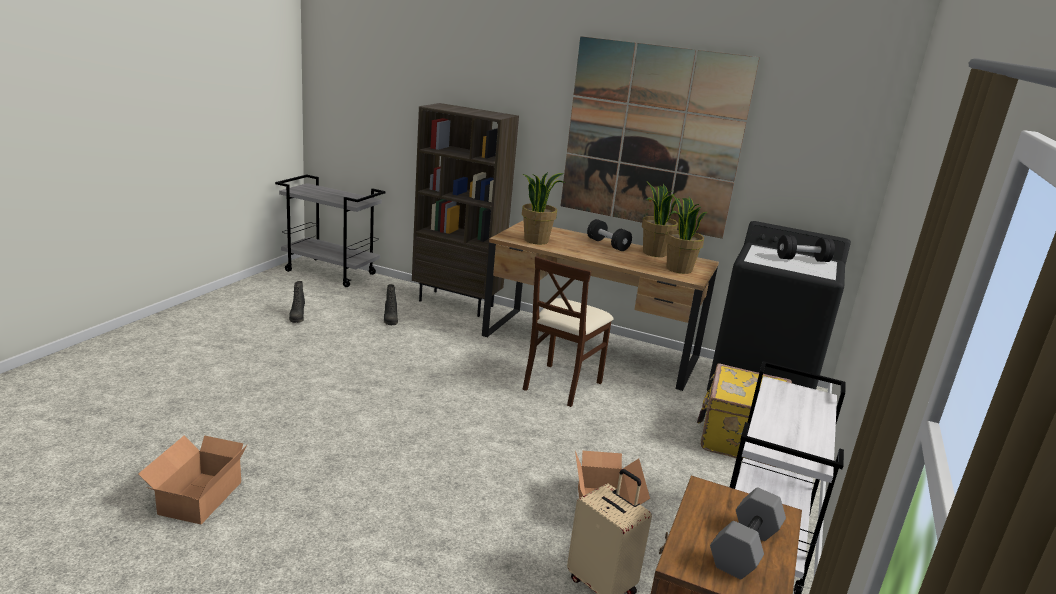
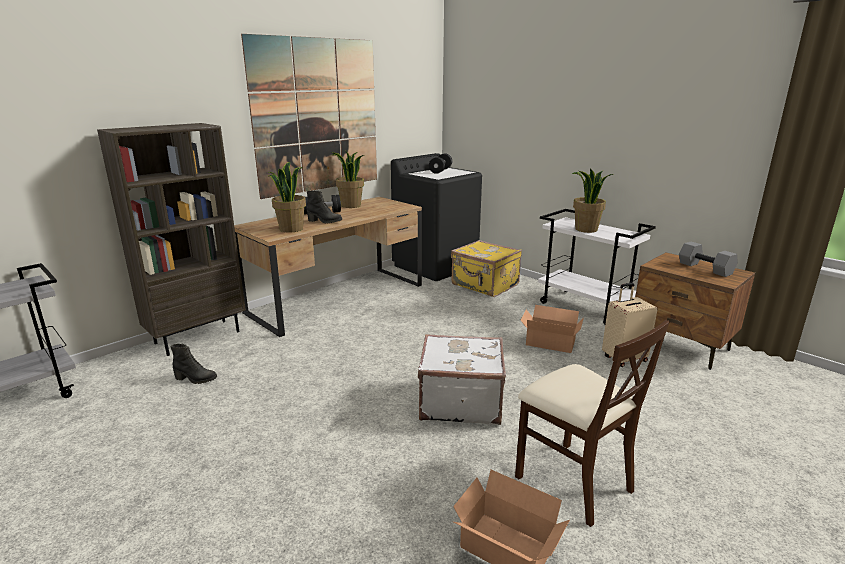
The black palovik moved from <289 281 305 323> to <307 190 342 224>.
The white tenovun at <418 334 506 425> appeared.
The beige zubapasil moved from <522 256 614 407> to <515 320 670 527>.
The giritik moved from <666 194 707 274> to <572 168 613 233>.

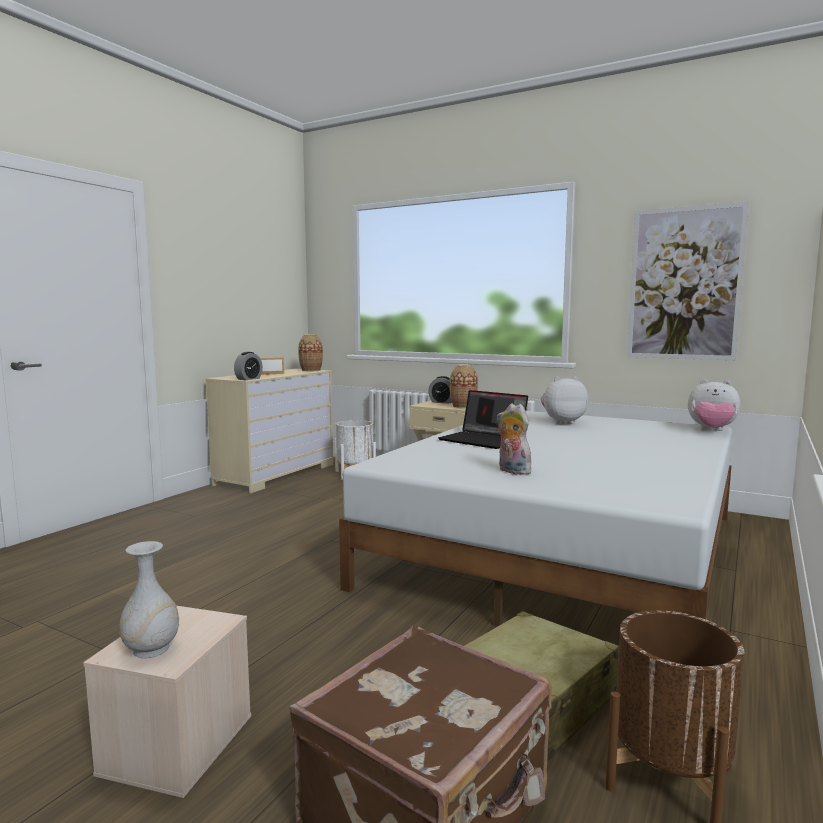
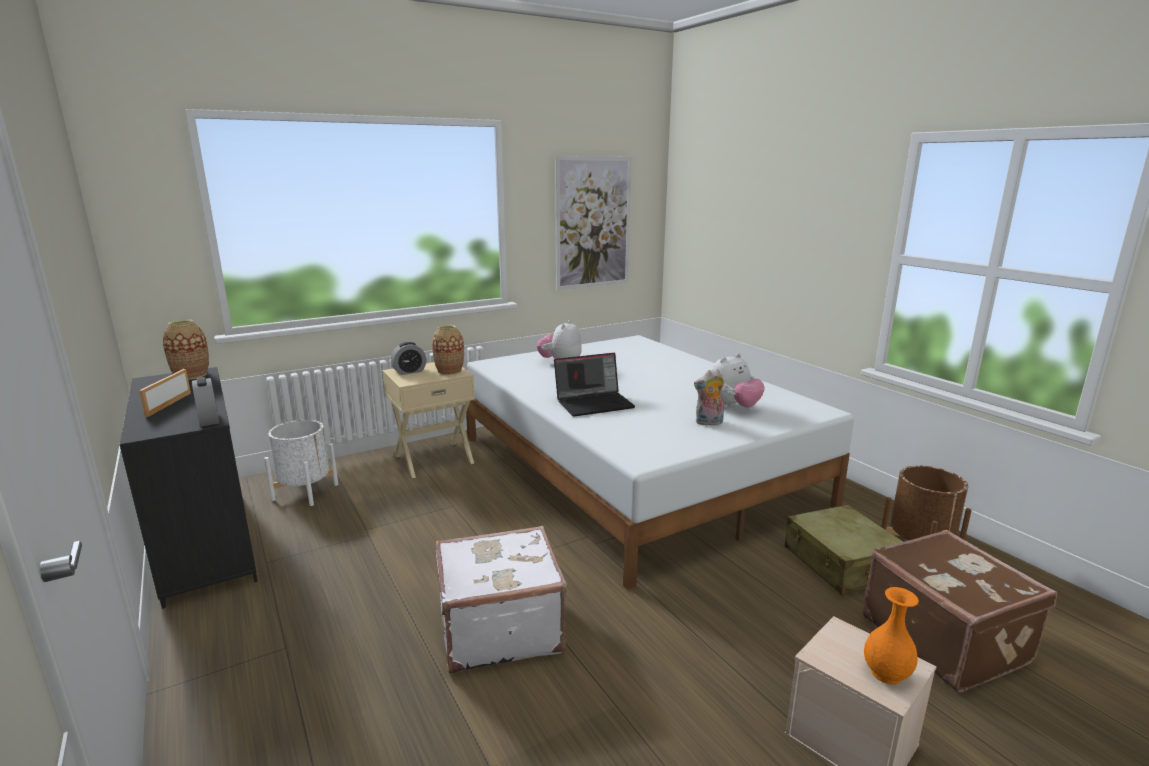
The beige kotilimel at <206 369 333 493> became the black kotilimel at <120 367 258 609>.
The white tenovun at <435 526 567 674> appeared.
The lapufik moved from <688 379 740 431> to <711 353 765 408>.
The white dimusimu at <119 541 179 658> became the orange dimusimu at <864 587 919 685>.

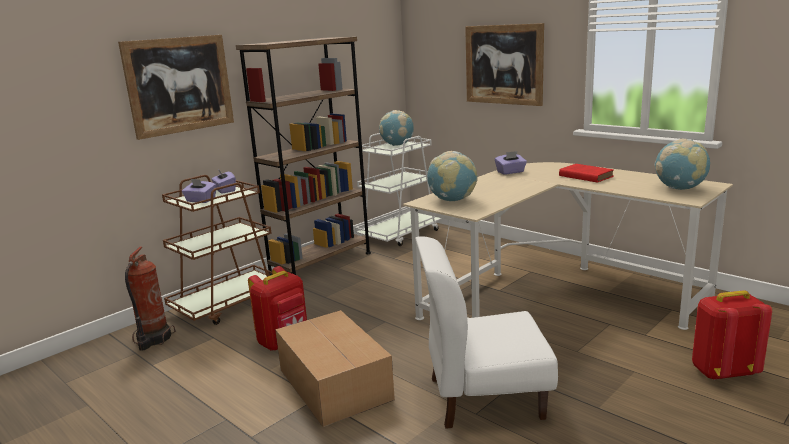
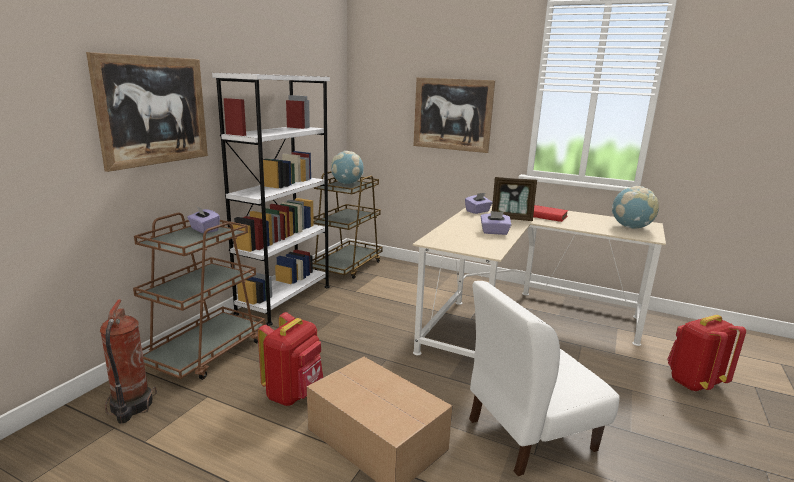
The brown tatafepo at <236 37 371 275> became the white tatafepo at <212 73 330 326>.
The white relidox at <355 133 443 246> became the brown relidox at <312 171 383 279>.
The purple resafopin moved from <182 179 216 203> to <481 211 511 235>.
The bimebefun at <492 177 537 221> appeared.
The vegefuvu at <427 151 478 201> disappeared.

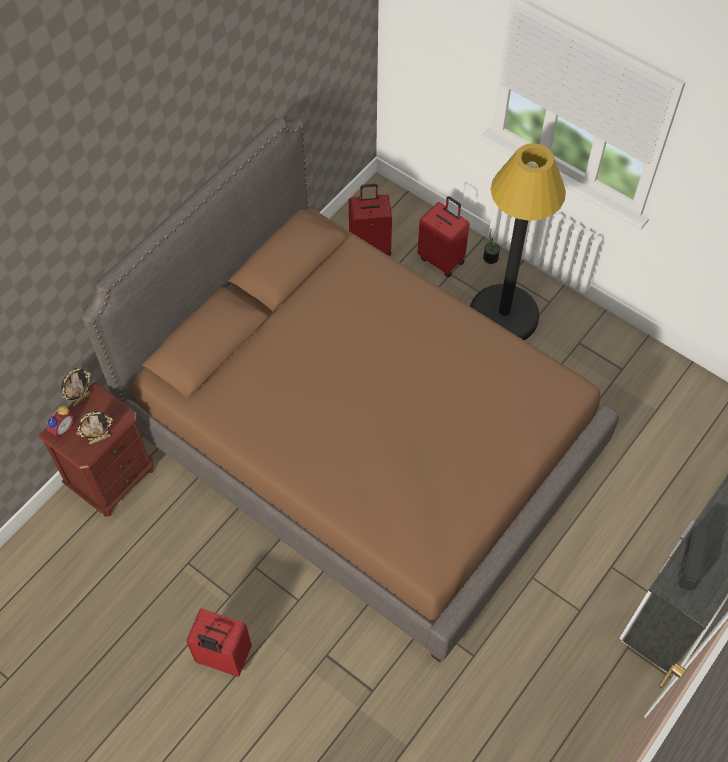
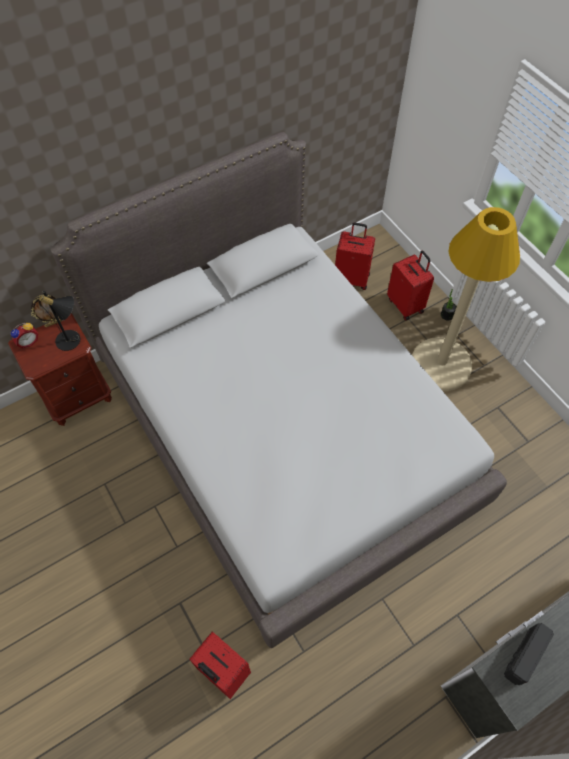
The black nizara at <36 291 81 351> appeared.
The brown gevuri at <82 118 619 662> became the grey gevuri at <51 132 507 648>.
The red tenovun moved from <186 609 252 677> to <189 632 251 699>.
The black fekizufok at <470 143 566 340> became the beige fekizufok at <412 207 520 391>.
The bimebefun at <76 411 113 444> disappeared.

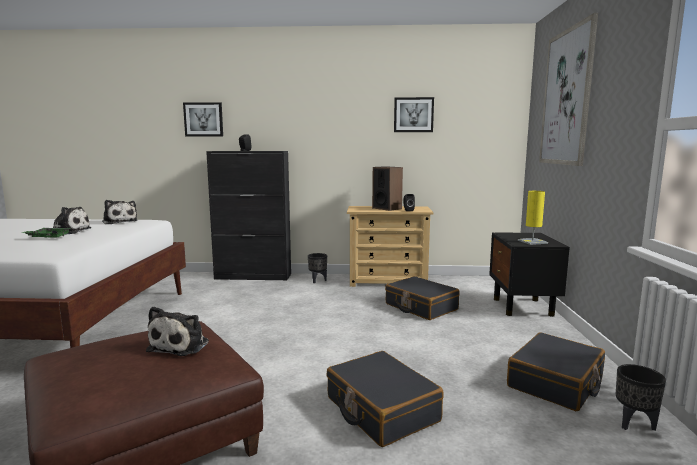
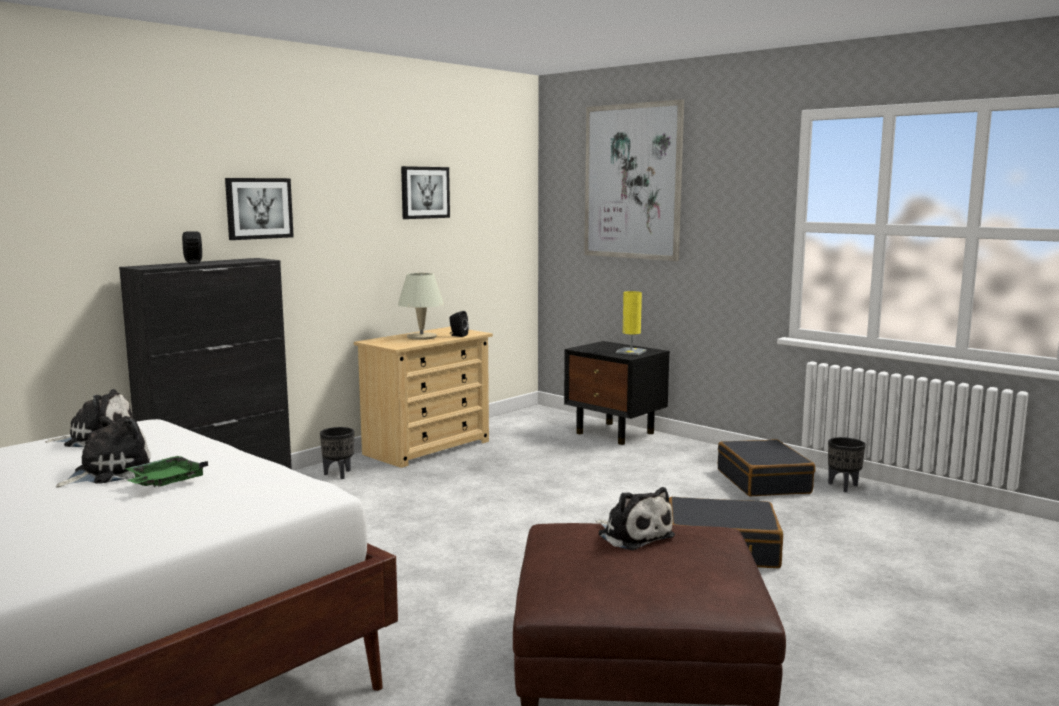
The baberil moved from <183 102 223 137> to <225 178 294 240>.
The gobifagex at <372 166 403 211> was replaced by the beige nizara at <398 273 444 340>.
The black tenovun at <385 276 460 320> disappeared.

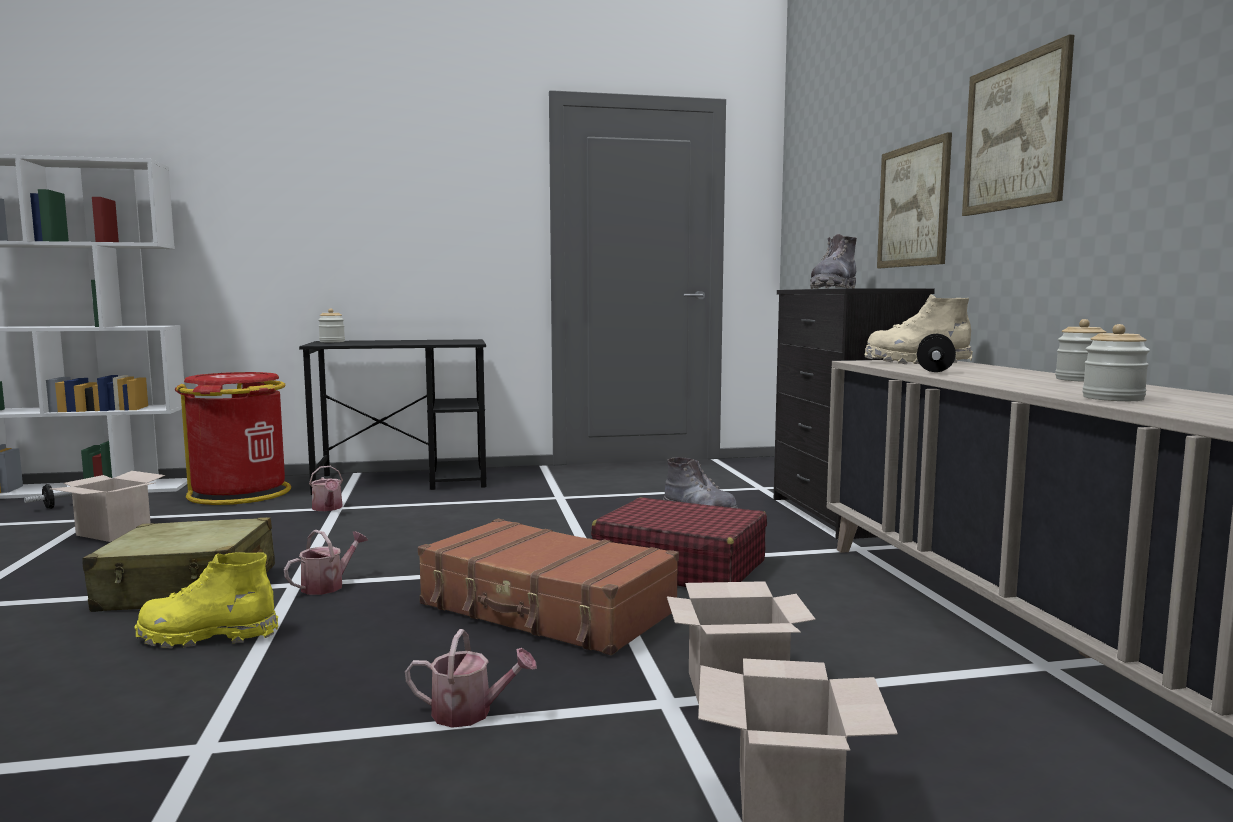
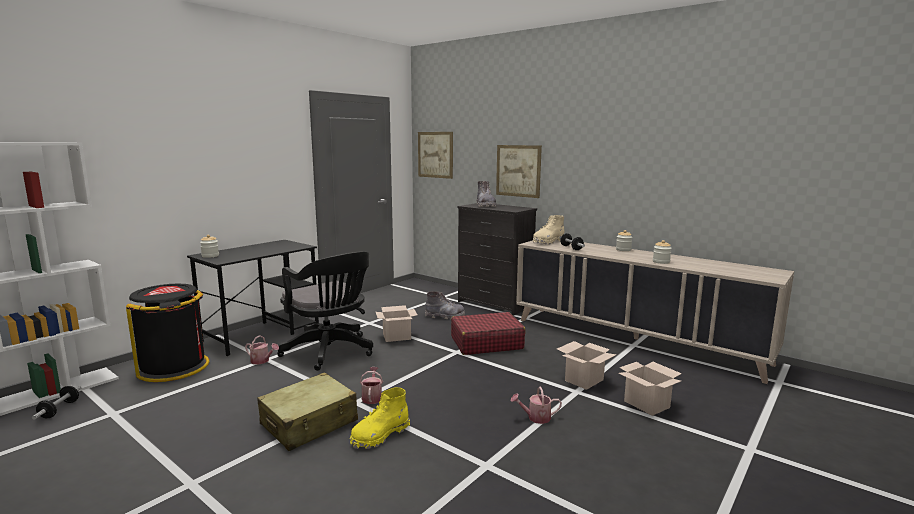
The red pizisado at <175 372 291 505> became the black pizisado at <126 284 209 382>.
The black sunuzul at <277 252 373 371> appeared.
The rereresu moved from <51 471 166 542> to <376 305 417 342>.
The baberil moved from <962 34 1074 216> to <418 132 453 179>.
The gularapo at <405 629 537 728> turned 150 degrees counterclockwise.
The brown tenovun at <418 519 679 655> disappeared.

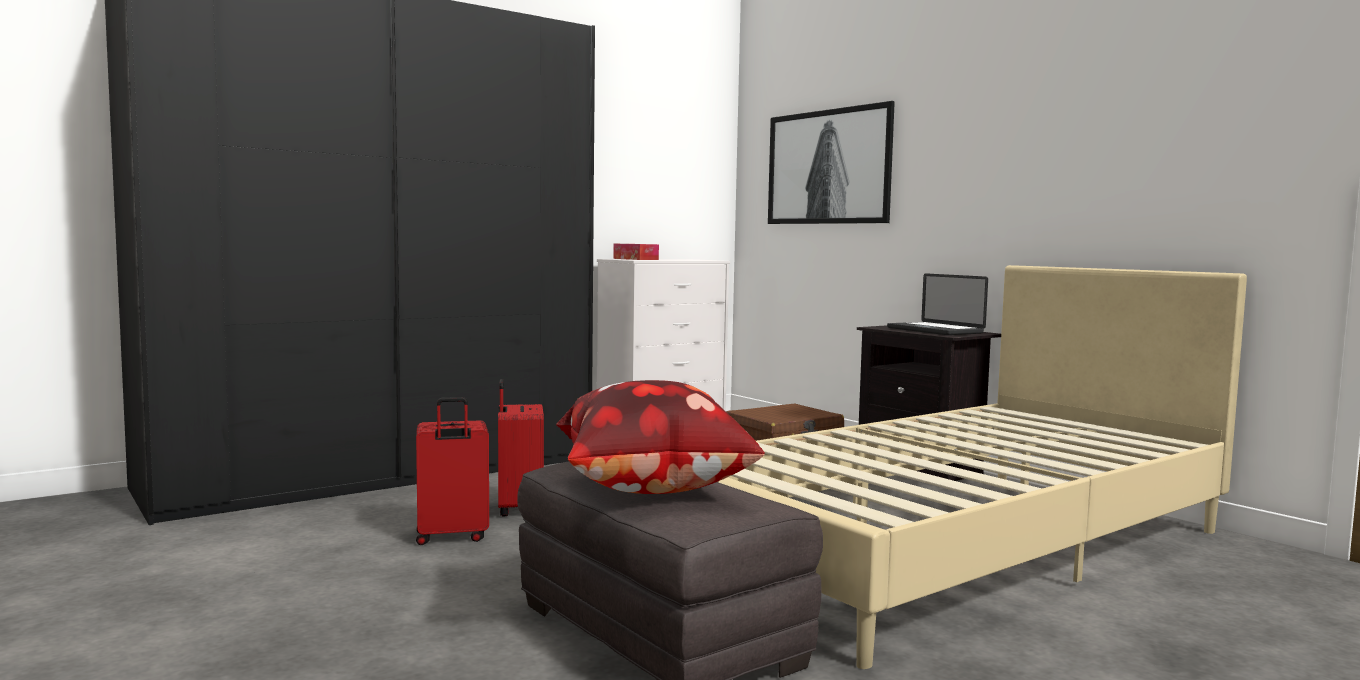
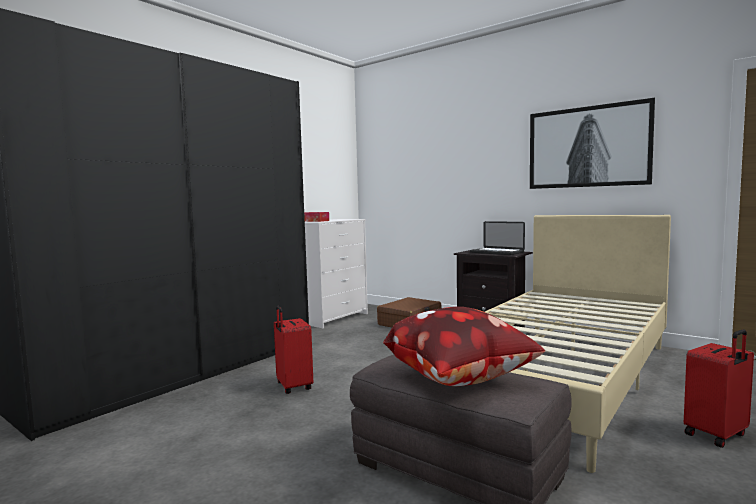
The baberil moved from <768 101 895 224> to <530 98 655 189>.
The red tenovun moved from <416 397 489 545> to <684 329 754 448>.

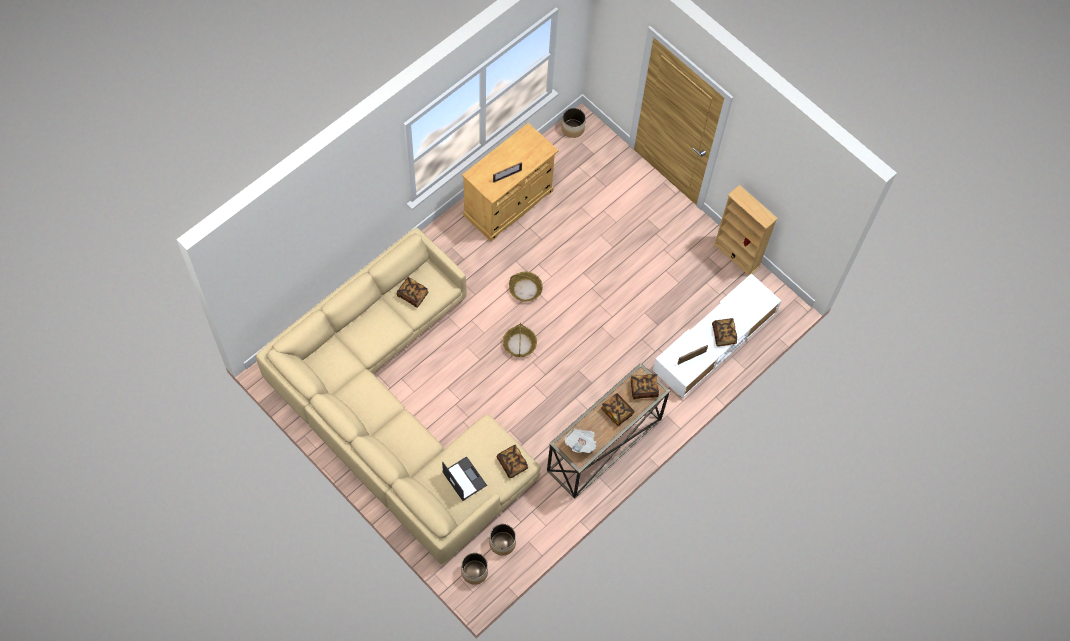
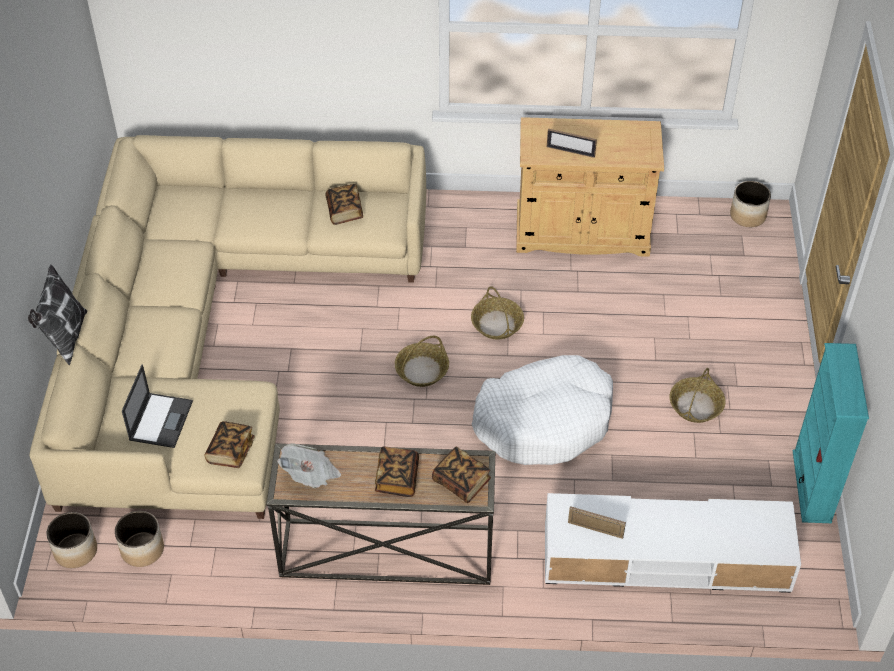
The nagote at <28 264 88 365> appeared.
The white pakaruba at <472 355 613 465> appeared.
The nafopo at <669 368 726 423> appeared.
The beige tatafepo at <713 185 778 276> became the turquoise tatafepo at <793 343 869 523>.
The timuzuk at <712 318 737 346> disappeared.

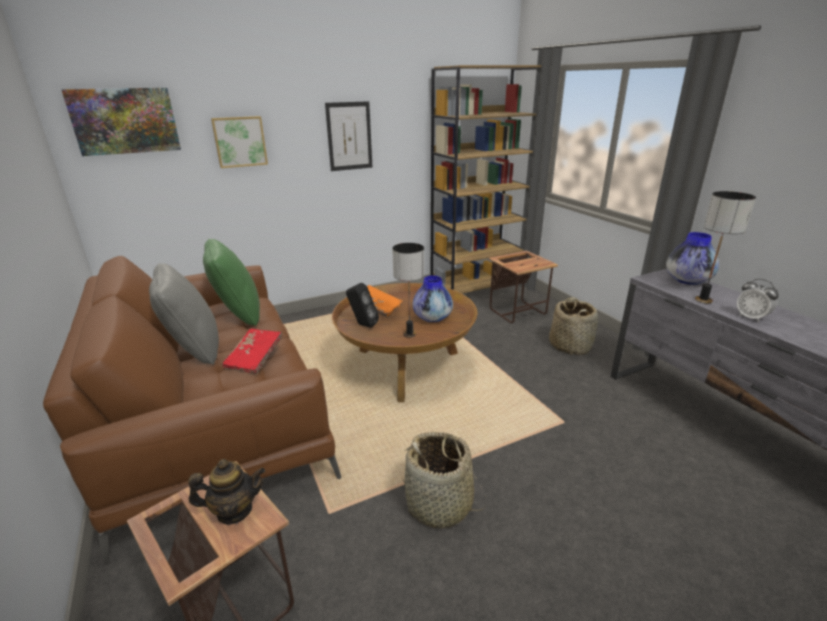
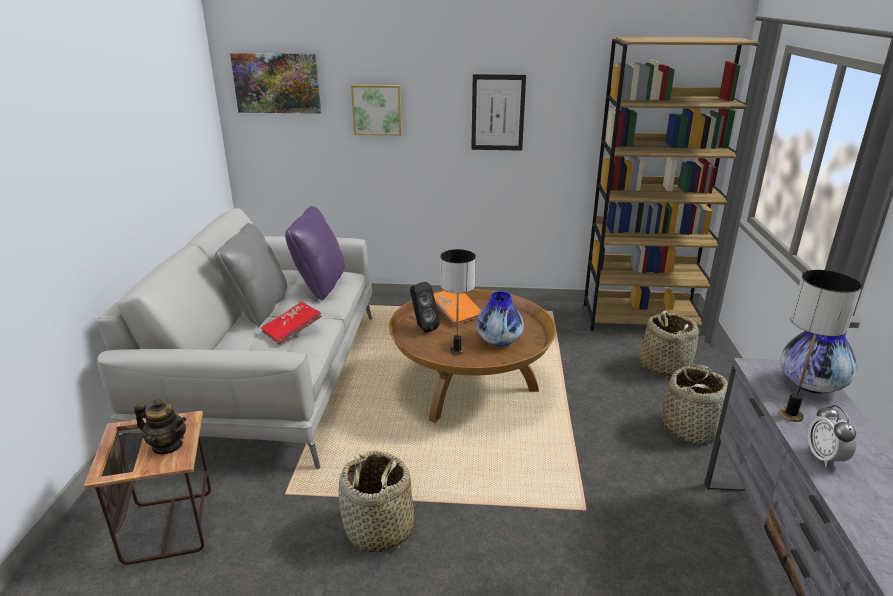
The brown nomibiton at <43 256 341 564> became the grey nomibiton at <97 208 372 469>.
The green nagote at <203 239 260 326> became the purple nagote at <285 206 345 301>.
The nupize at <489 250 558 323> was replaced by the nafopo at <640 311 699 377>.

